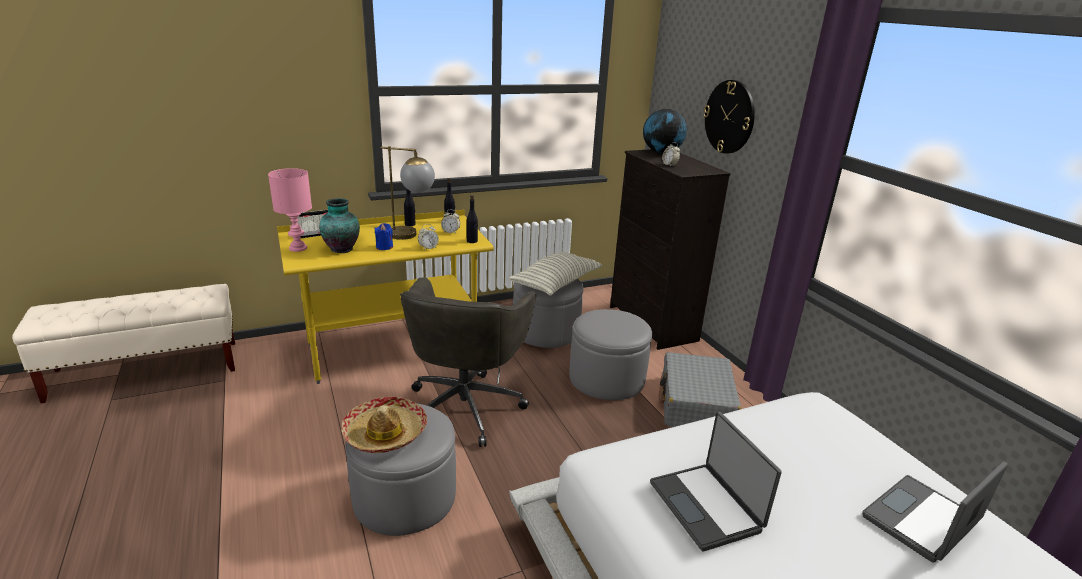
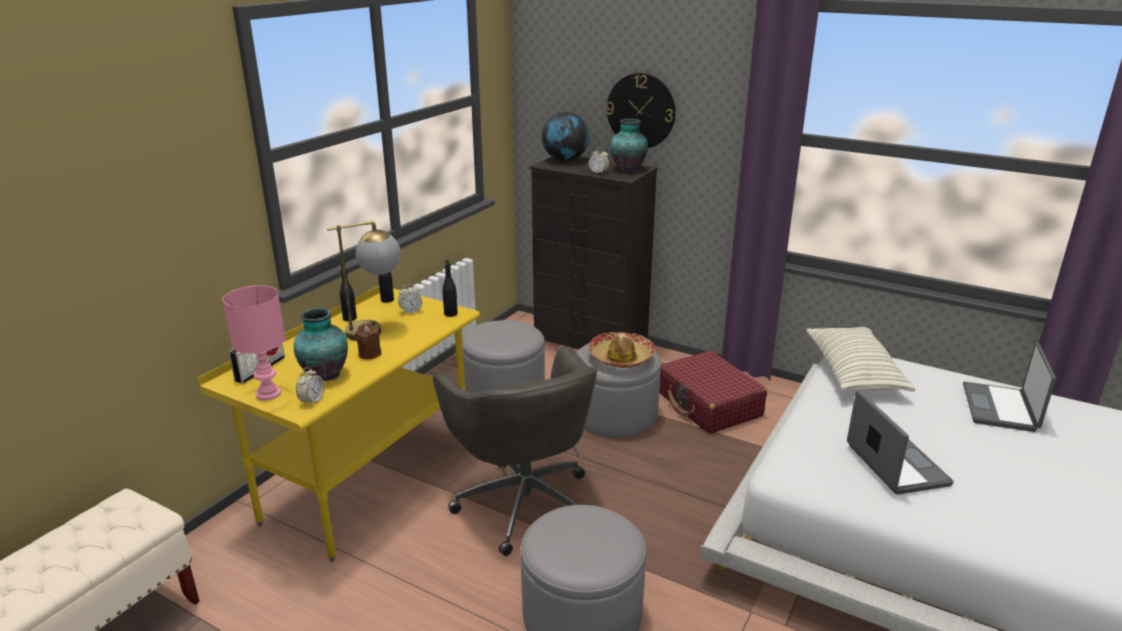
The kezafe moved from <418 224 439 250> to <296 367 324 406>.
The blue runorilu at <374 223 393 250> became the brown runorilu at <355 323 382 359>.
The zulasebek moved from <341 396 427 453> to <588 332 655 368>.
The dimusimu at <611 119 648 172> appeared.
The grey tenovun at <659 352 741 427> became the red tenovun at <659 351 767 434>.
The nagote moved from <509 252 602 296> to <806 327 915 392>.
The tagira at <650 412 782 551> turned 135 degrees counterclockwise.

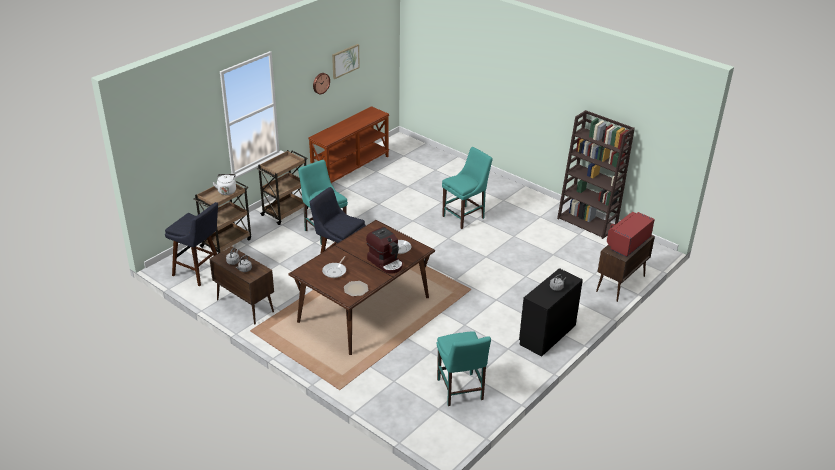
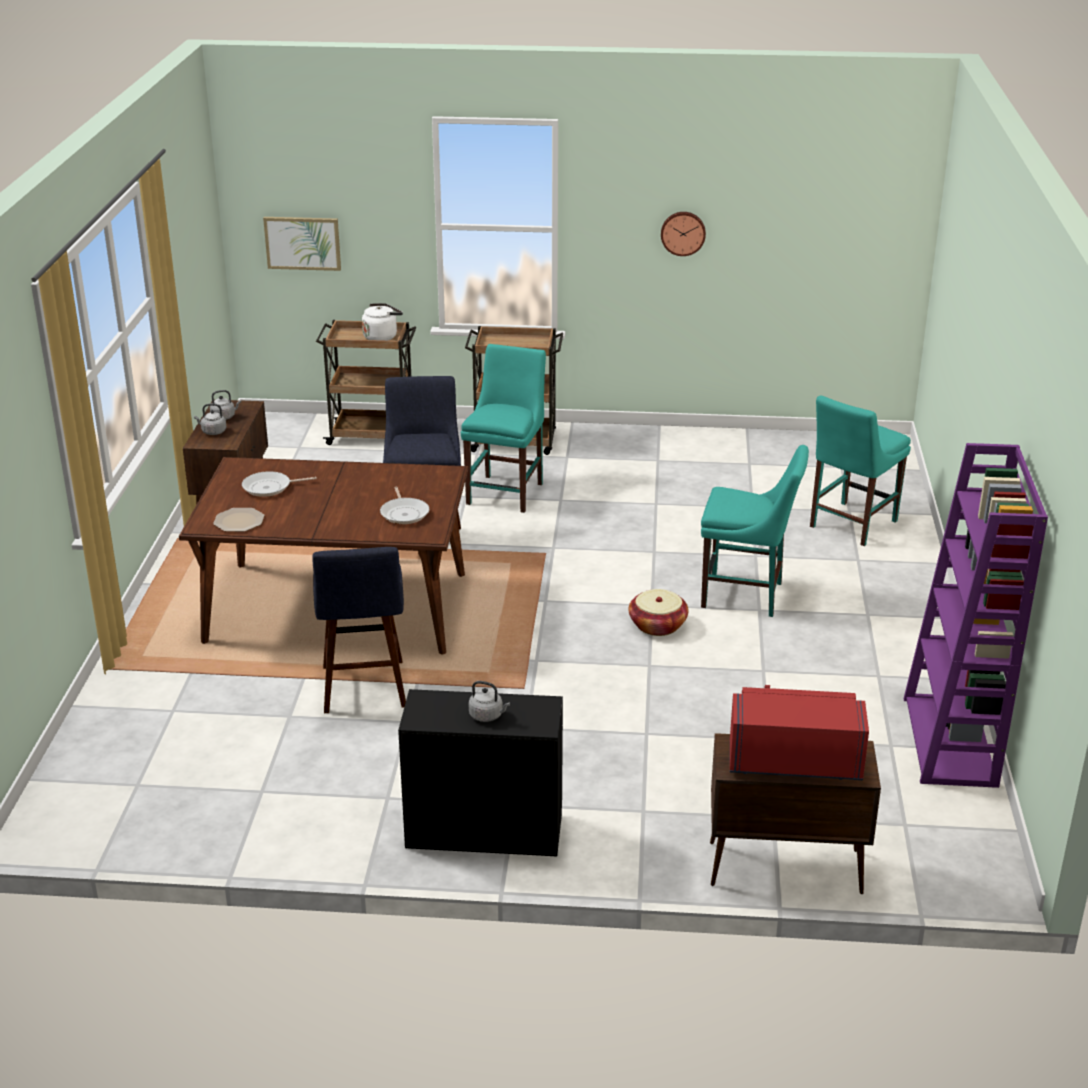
The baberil moved from <332 44 360 79> to <263 217 341 271>.
The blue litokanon moved from <165 202 218 286> to <312 547 406 713>.
The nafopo at <628 589 689 636> appeared.
The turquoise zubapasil moved from <437 331 491 406> to <810 396 911 546>.
The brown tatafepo at <557 110 635 239> became the purple tatafepo at <904 443 1048 788>.
The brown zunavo at <308 106 389 183> disappeared.
The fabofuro at <366 227 403 273> disappeared.

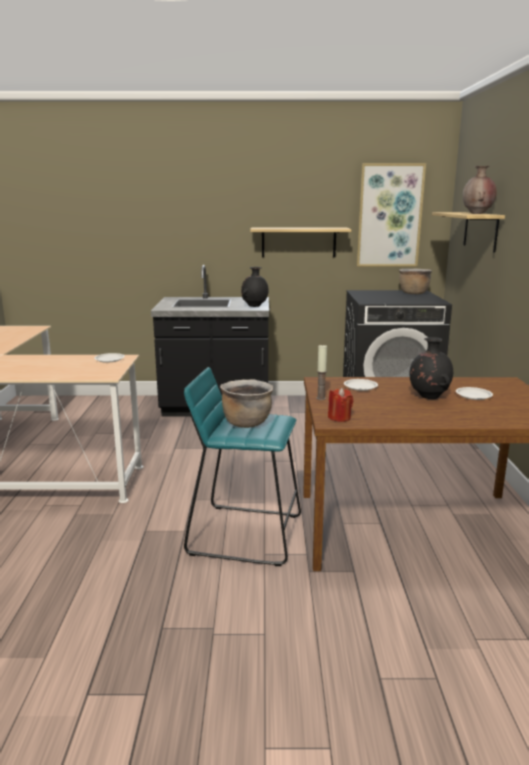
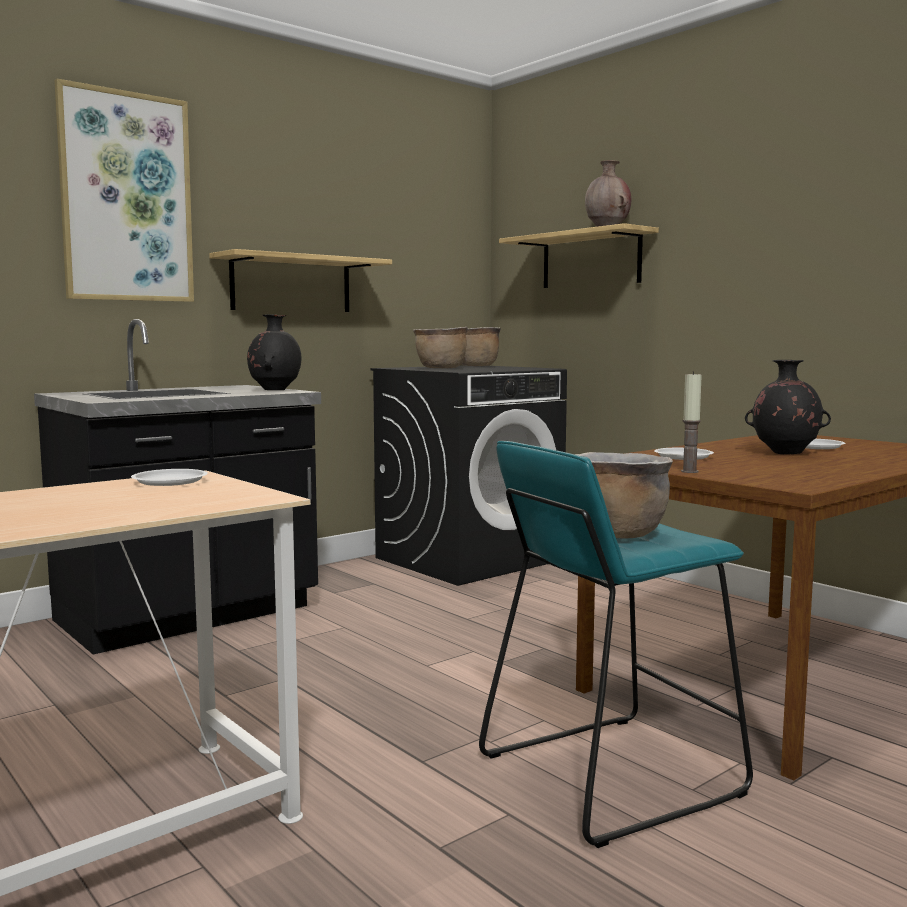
The baberil moved from <356 163 426 267> to <55 79 194 302>.
The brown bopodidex at <413 327 468 368> appeared.
The red runorilu at <328 387 353 422> disappeared.

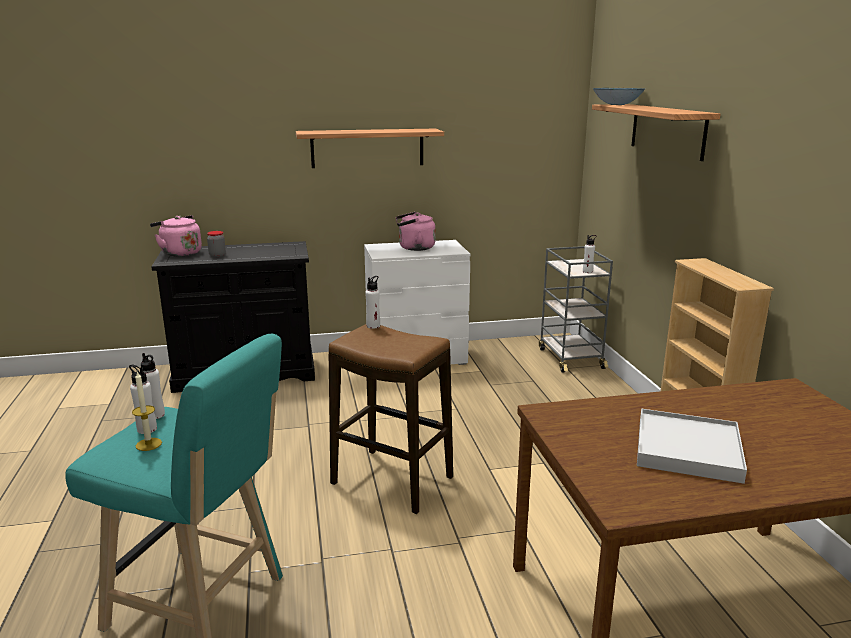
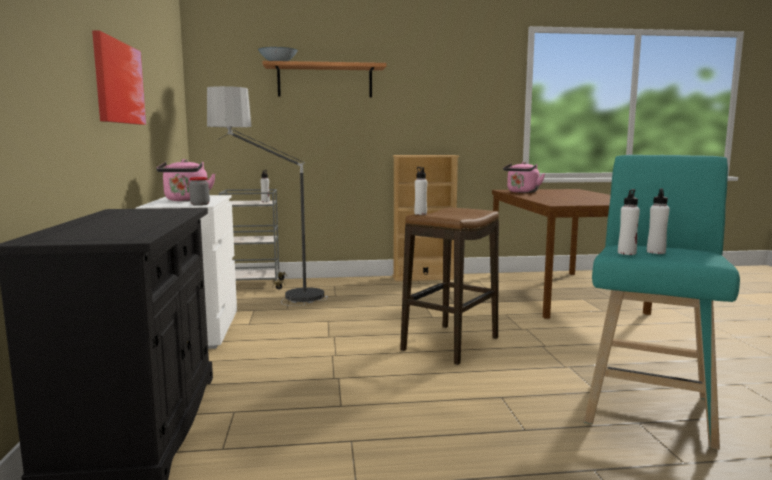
The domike at <296 128 444 168> was replaced by the baberil at <92 30 146 125>.
The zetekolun moved from <207 231 226 257> to <189 177 210 206>.
The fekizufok at <207 86 328 306> appeared.
The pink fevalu moved from <150 215 202 257> to <503 162 545 193>.
The runorilu at <132 371 162 451> disappeared.
The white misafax at <637 409 747 484> disappeared.

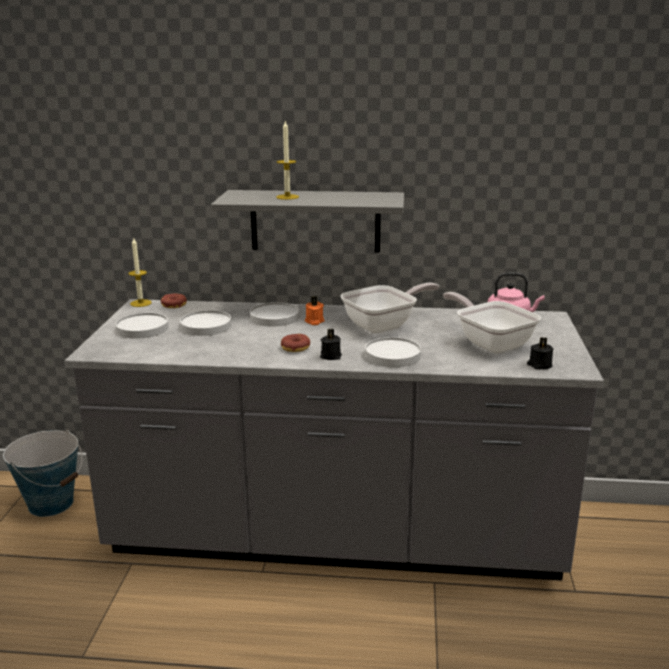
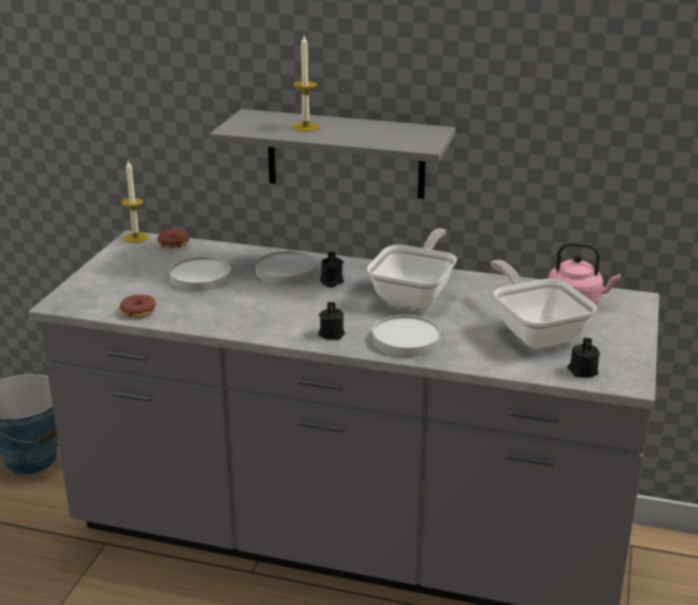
The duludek moved from <281 334 310 352> to <120 295 156 318>.
The orange runorilu at <305 296 325 325> became the black runorilu at <320 251 344 287>.
The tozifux at <341 283 439 333> turned 45 degrees counterclockwise.
The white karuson at <115 313 169 339> disappeared.

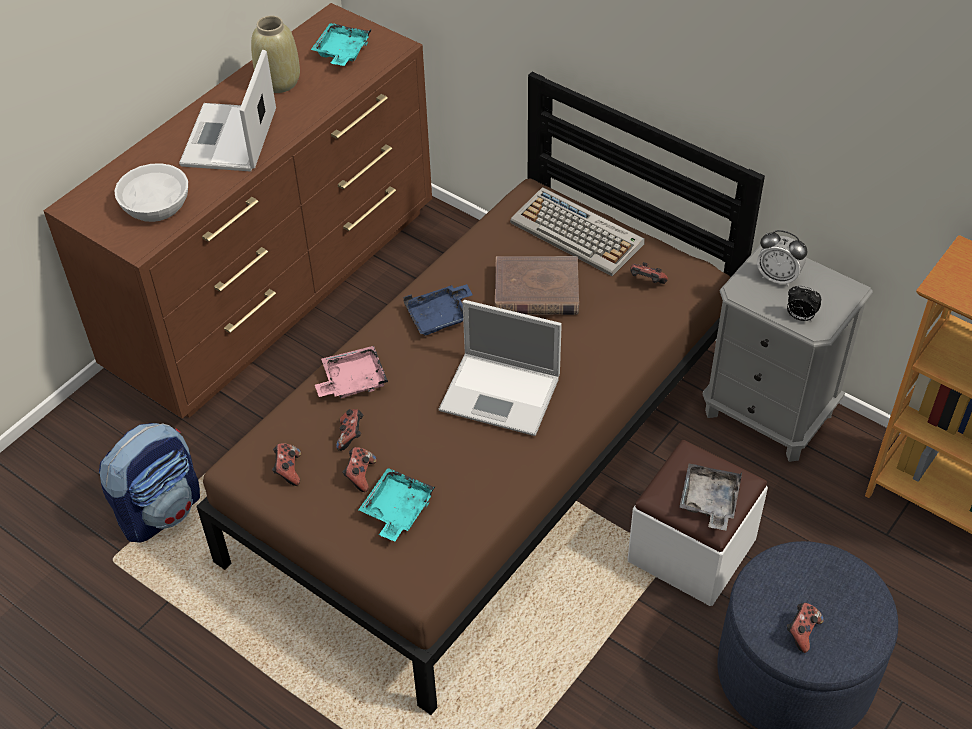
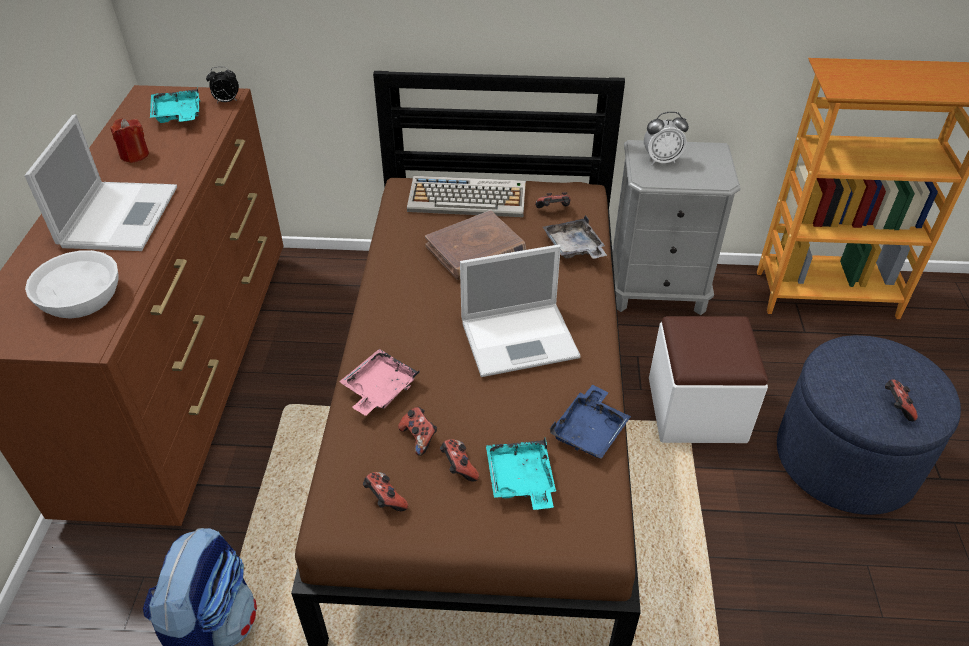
The tagira at <179 50 276 172> turned 150 degrees counterclockwise.
The beige dimusimu at <251 16 300 93> was replaced by the red runorilu at <110 118 149 163>.
The kezafe moved from <787 286 821 321> to <206 66 239 103>.
The grey misafax moved from <679 464 742 530> to <543 215 607 259>.
The blue misafax moved from <404 284 473 336> to <550 385 631 459>.

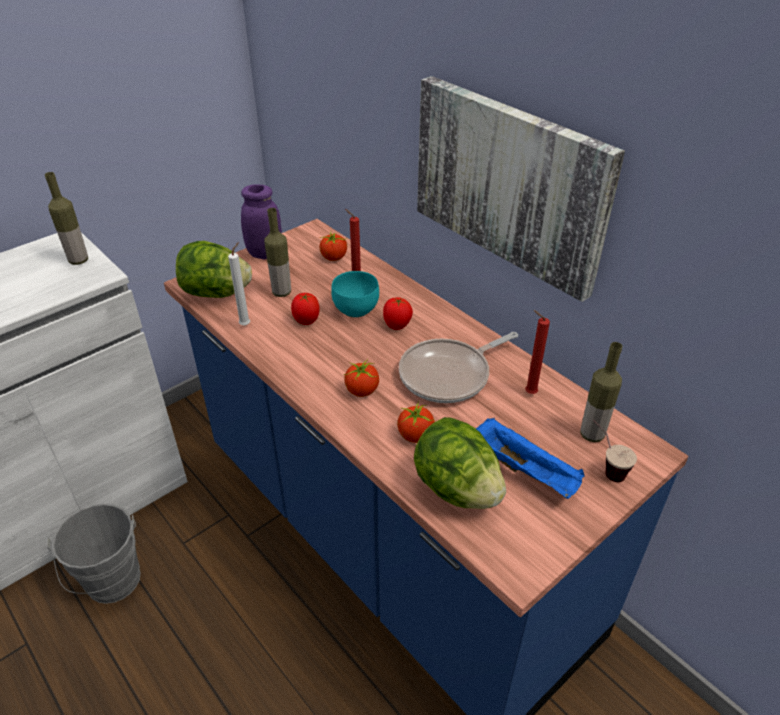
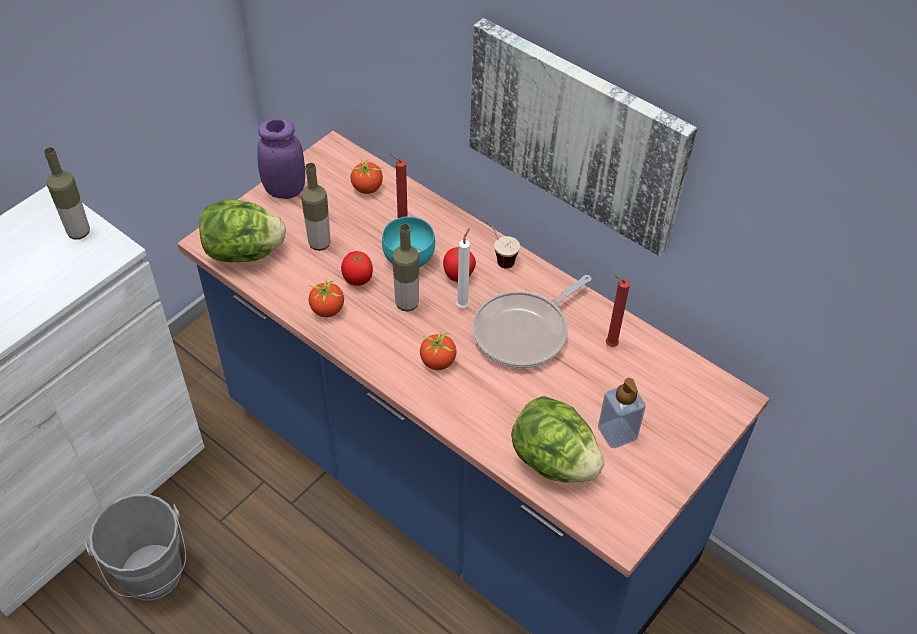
The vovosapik moved from <397 401 435 443> to <309 277 344 317>.
The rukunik moved from <580 342 622 442> to <392 224 419 311>.
The white runorilu moved from <228 242 250 326> to <456 229 470 308>.
The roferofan moved from <593 419 637 482> to <481 217 520 268>.
The blue misafax at <476 418 585 499> was replaced by the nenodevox at <598 378 646 448>.

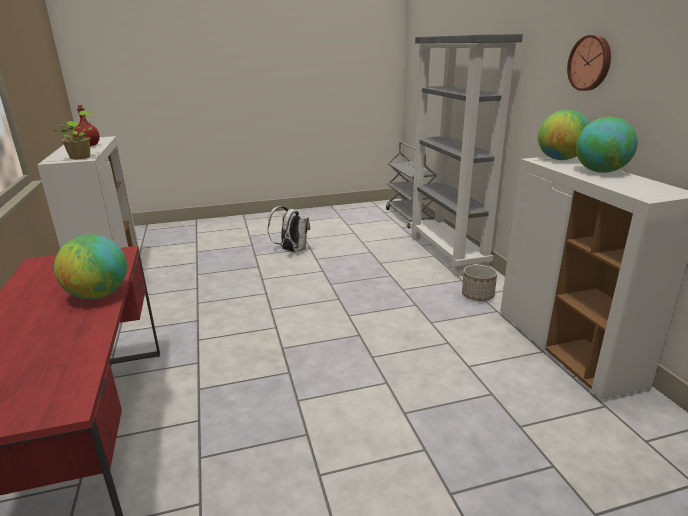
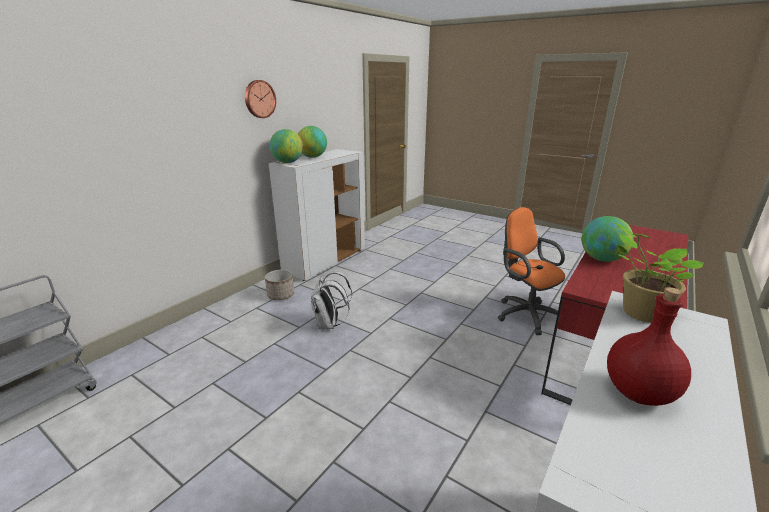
The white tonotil moved from <267 206 310 252> to <311 272 352 329>.
The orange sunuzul at <498 207 565 335> appeared.
The grey tatafepo at <410 34 523 276> disappeared.

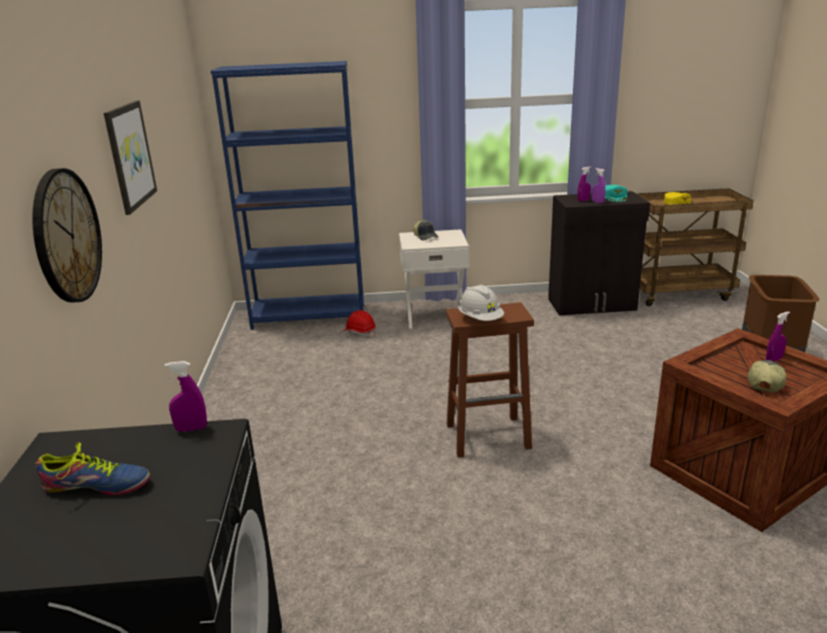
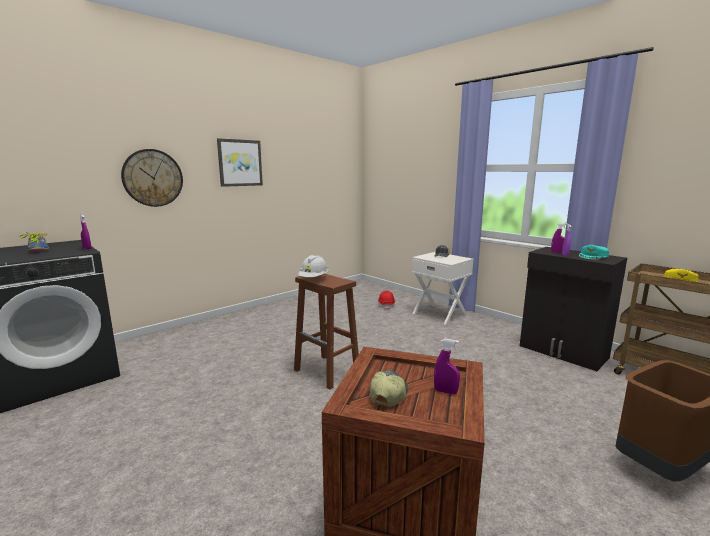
The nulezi at <748 360 786 393> turned 60 degrees counterclockwise.
The blue tatafepo at <211 61 364 330> disappeared.

